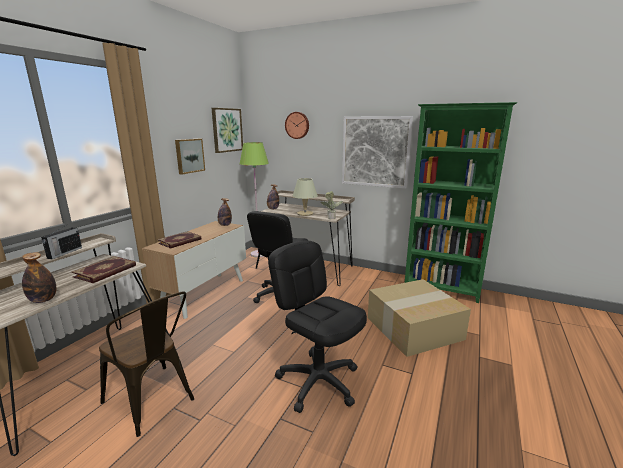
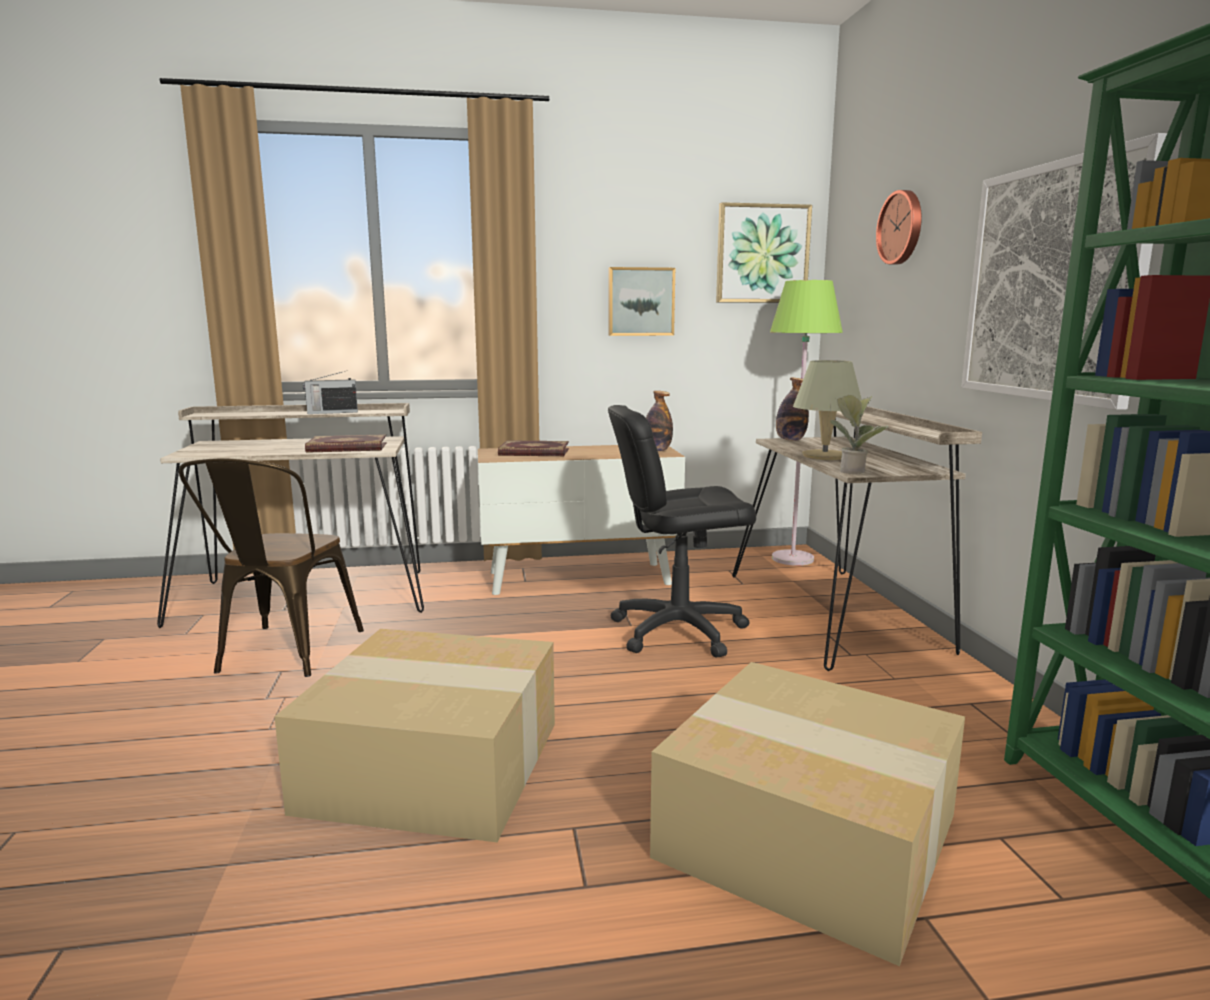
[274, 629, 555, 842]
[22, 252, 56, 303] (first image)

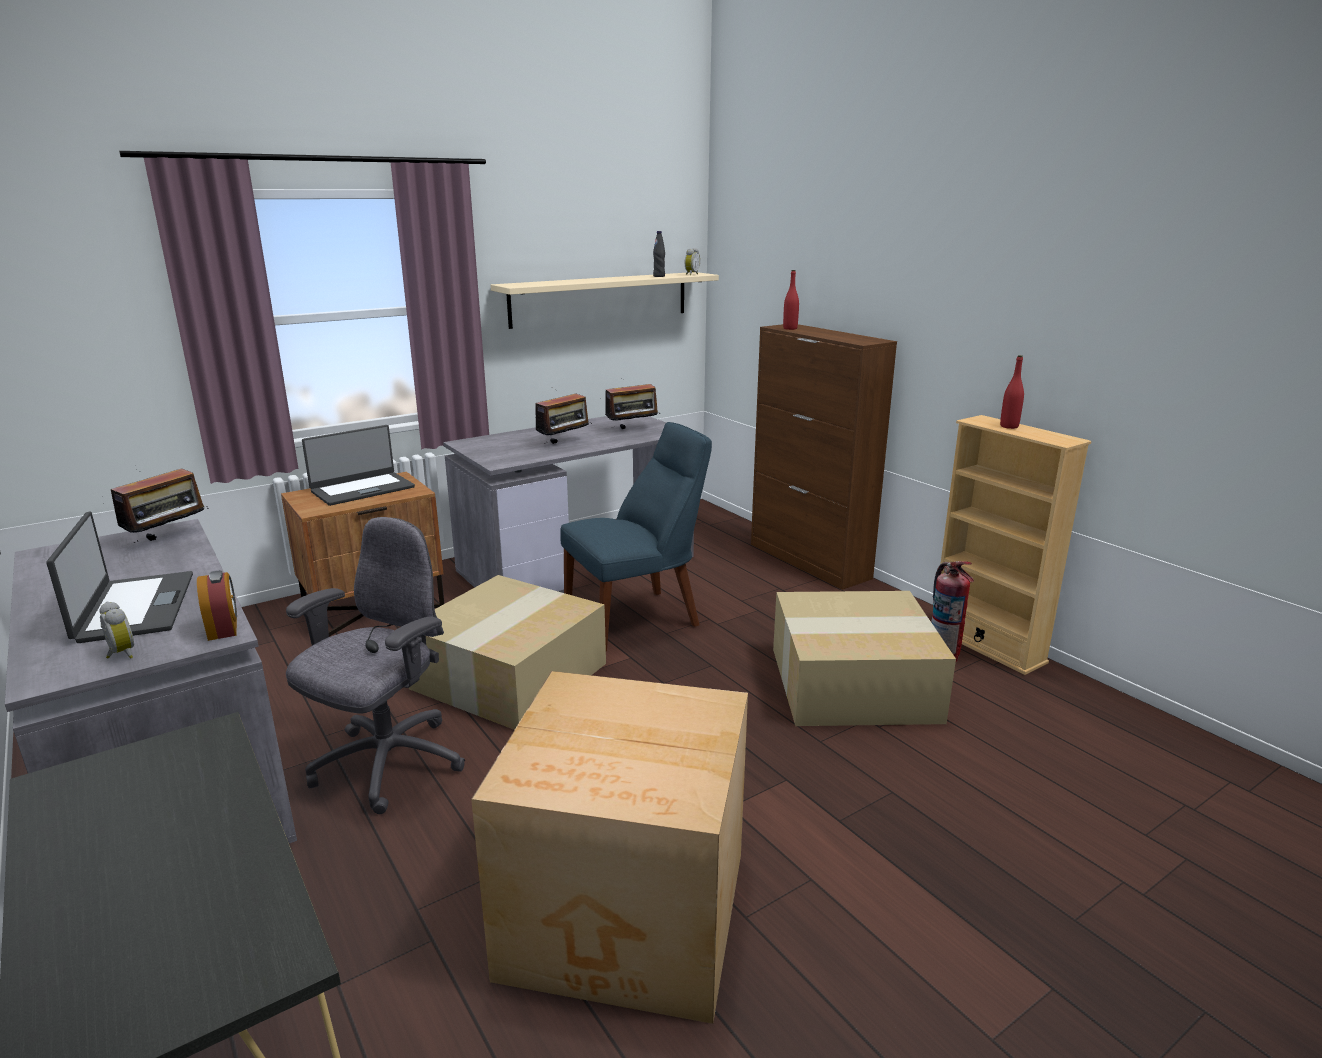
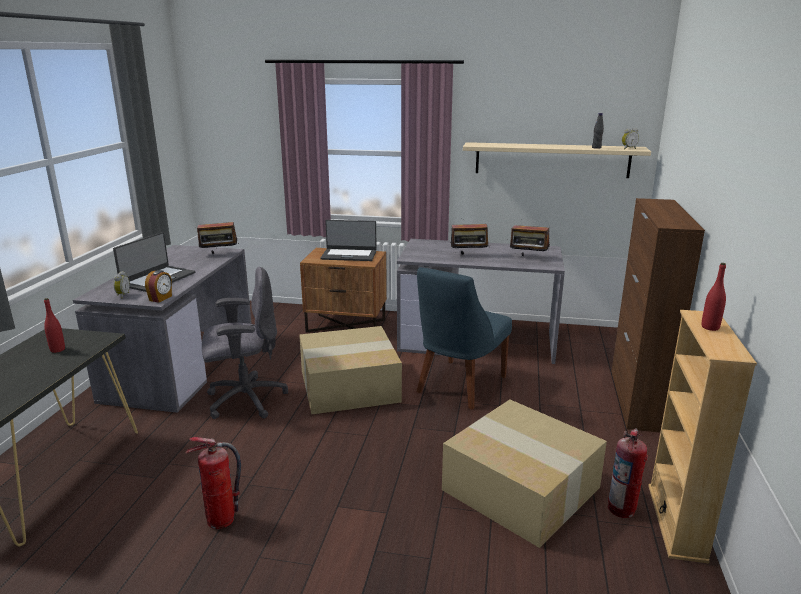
[44, 298, 65, 353]
[185, 437, 241, 529]
[417, 267, 512, 410]

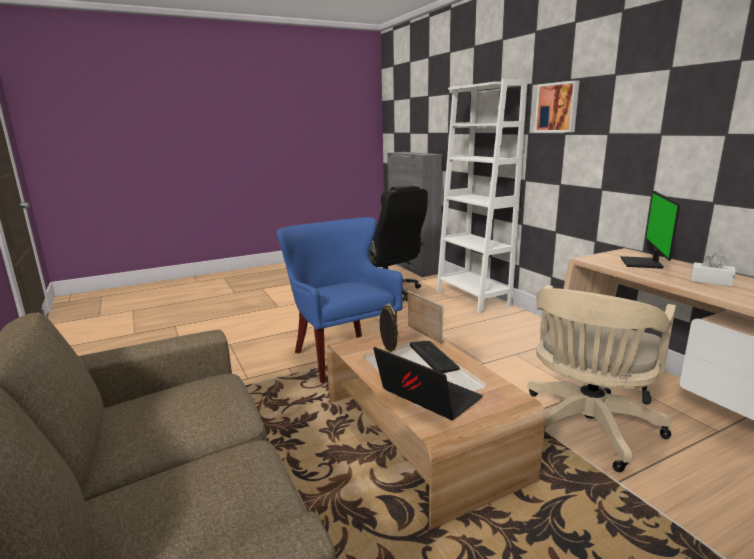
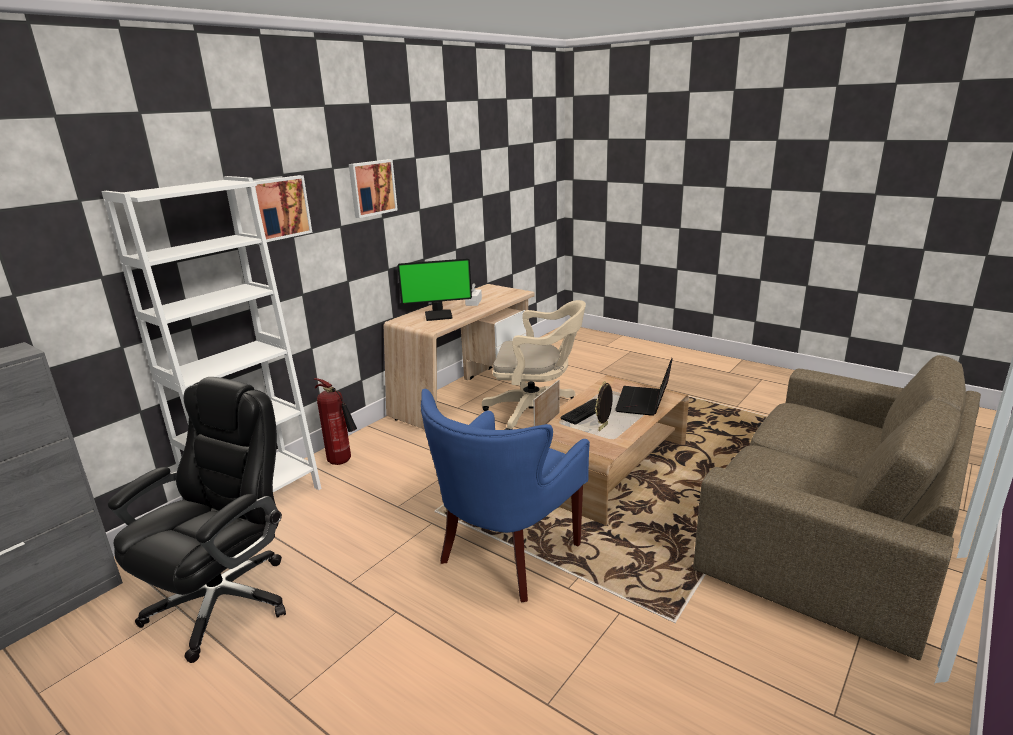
[314, 378, 357, 465]
[349, 159, 398, 218]

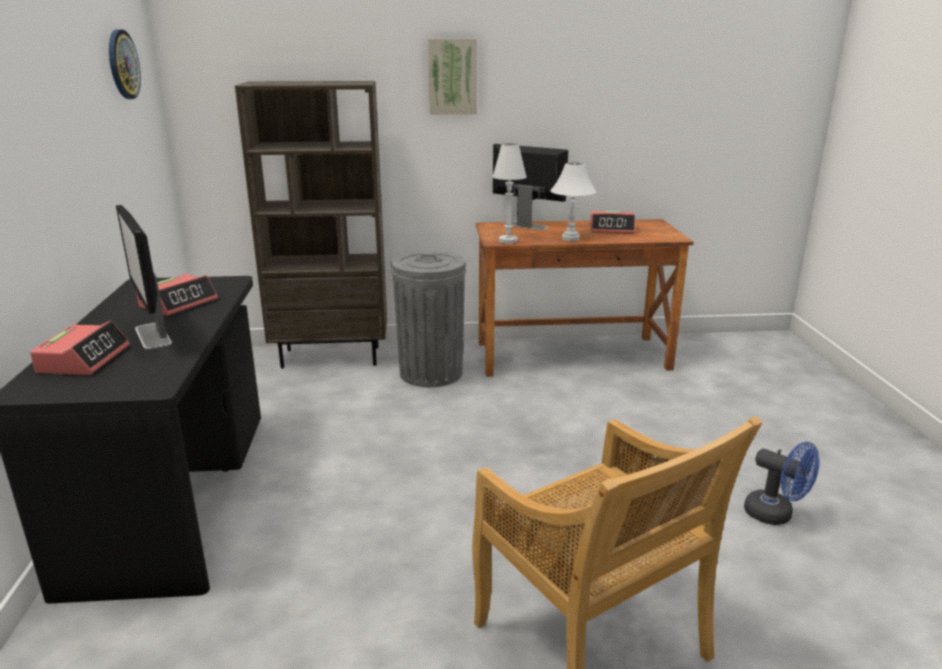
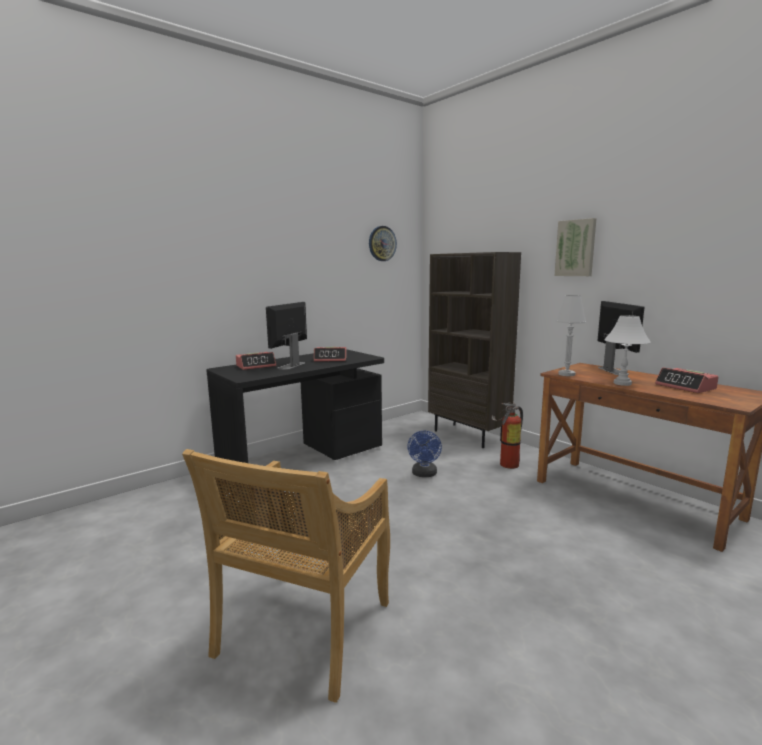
[407, 431, 442, 477]
[492, 402, 523, 469]

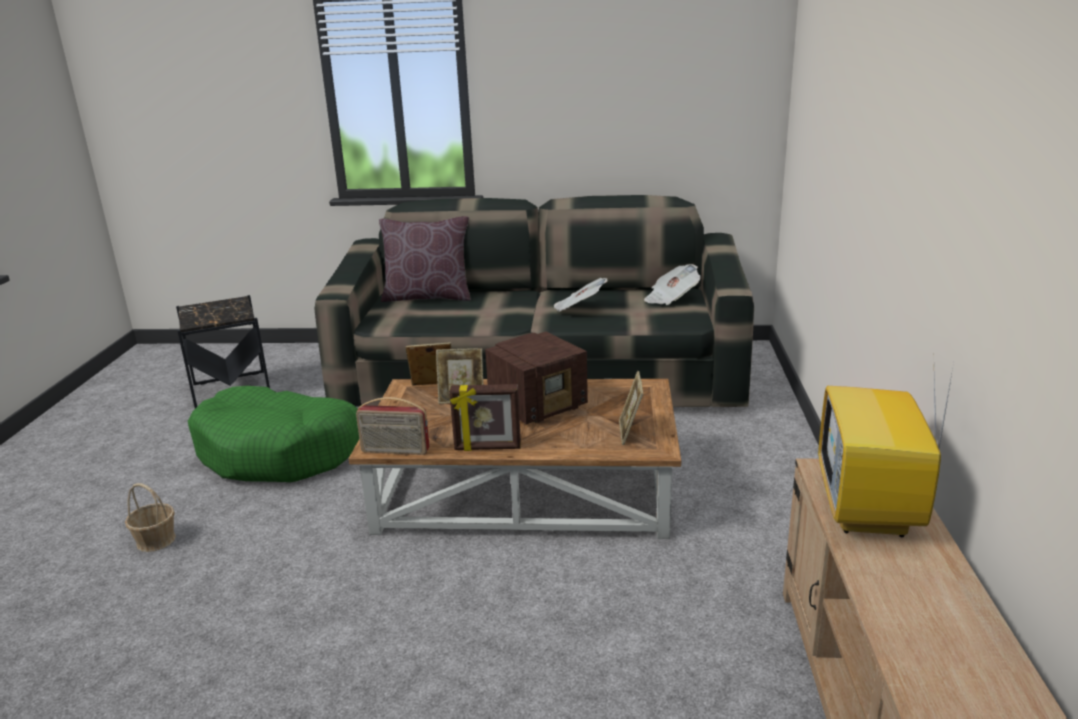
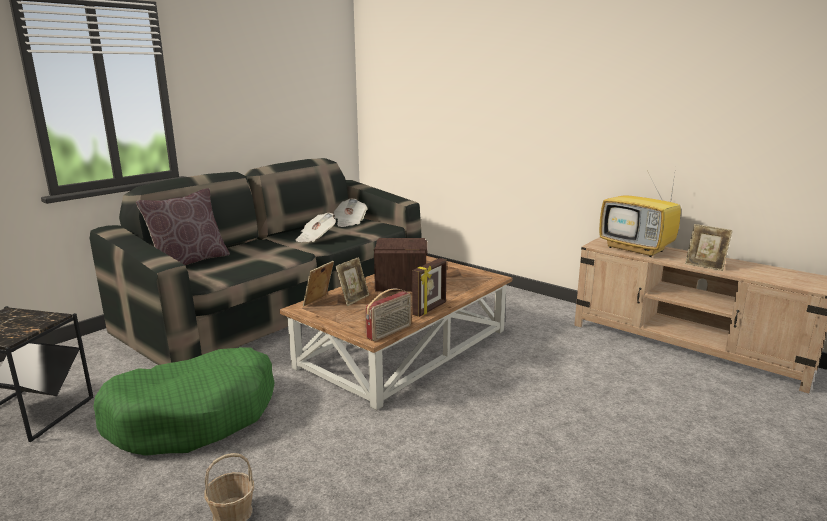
[685, 224, 733, 271]

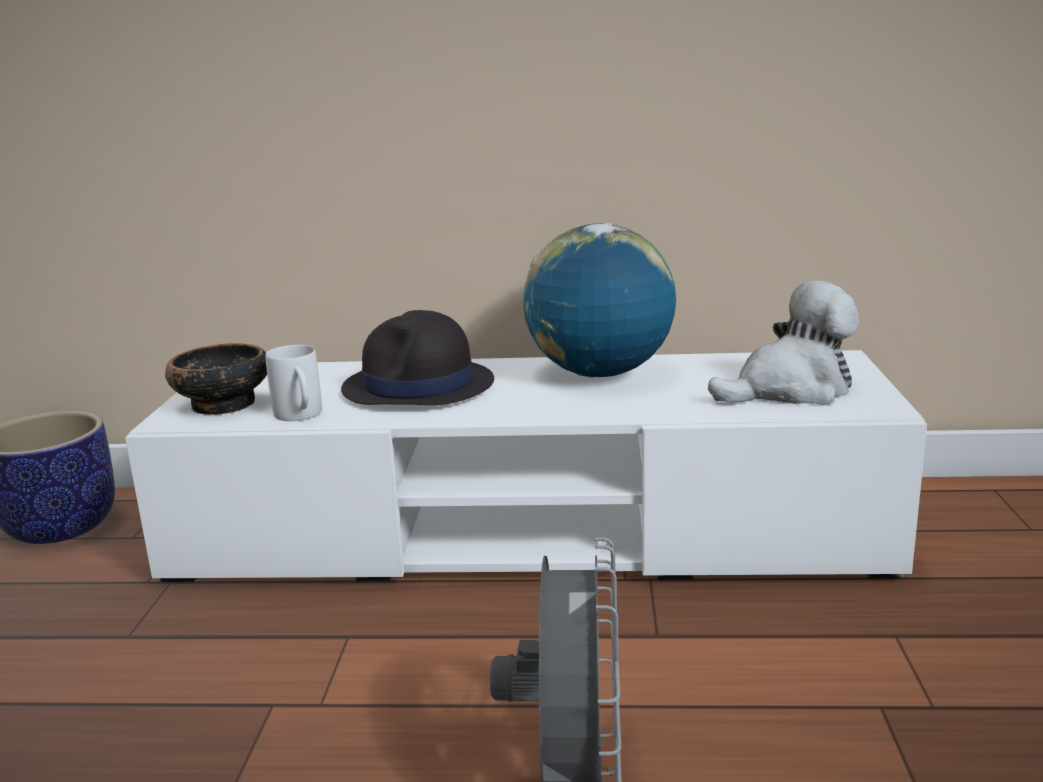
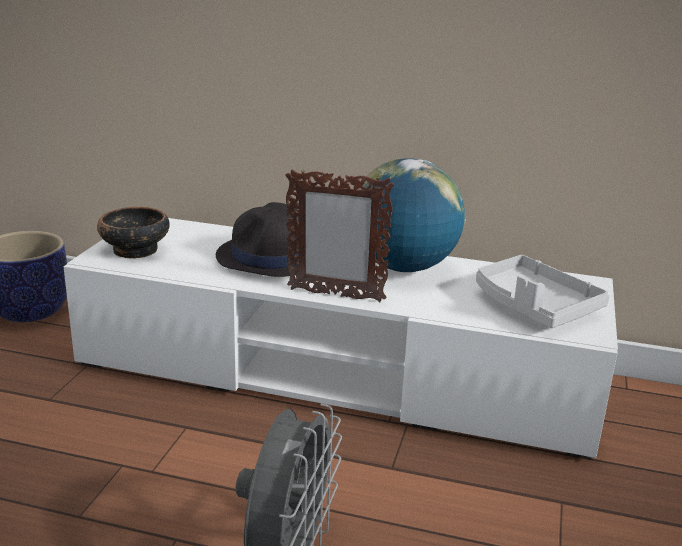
[285, 169, 394, 302]
[476, 255, 610, 328]
[265, 345, 322, 421] (first image)

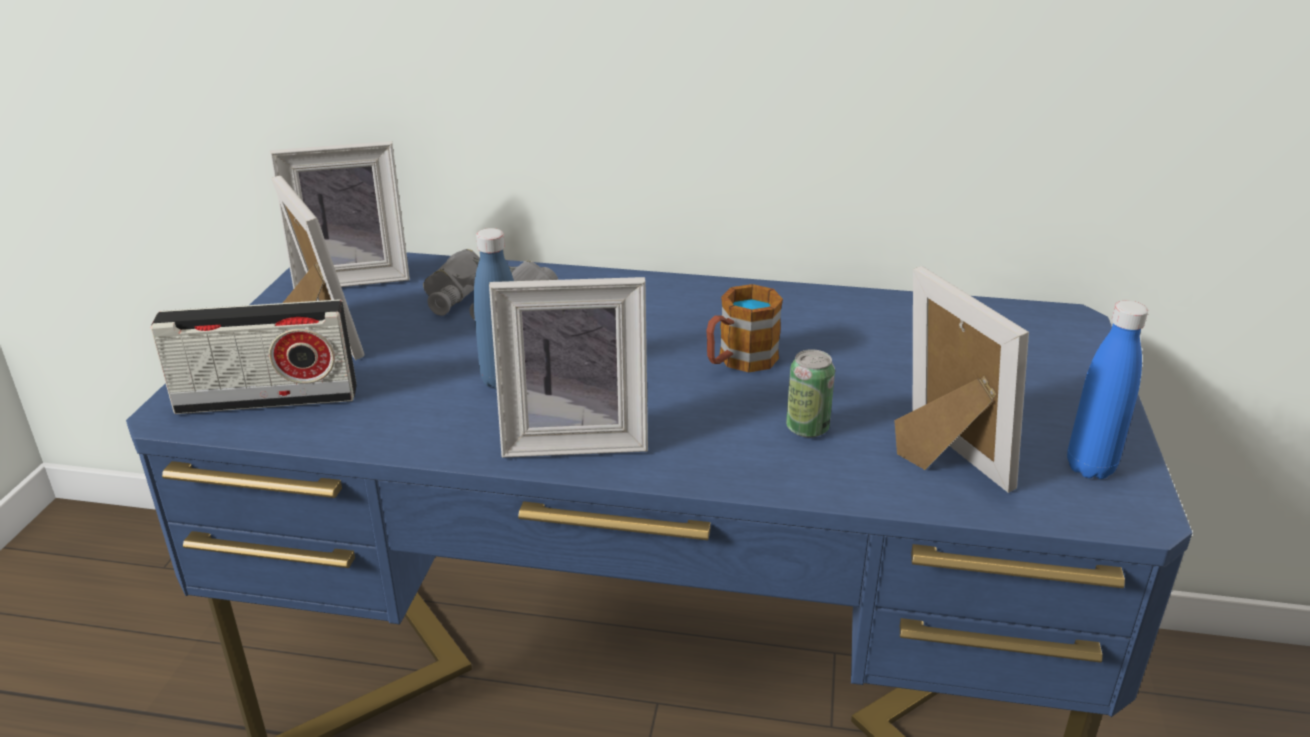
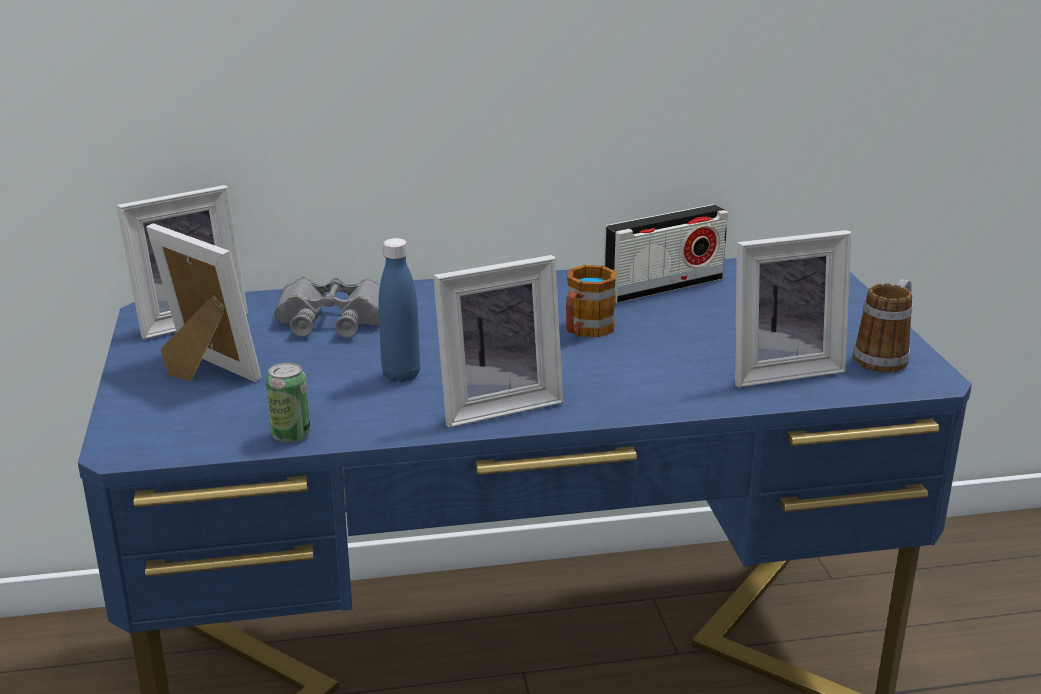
[266, 362, 310, 443]
[604, 204, 728, 303]
[735, 230, 851, 387]
[853, 279, 912, 372]

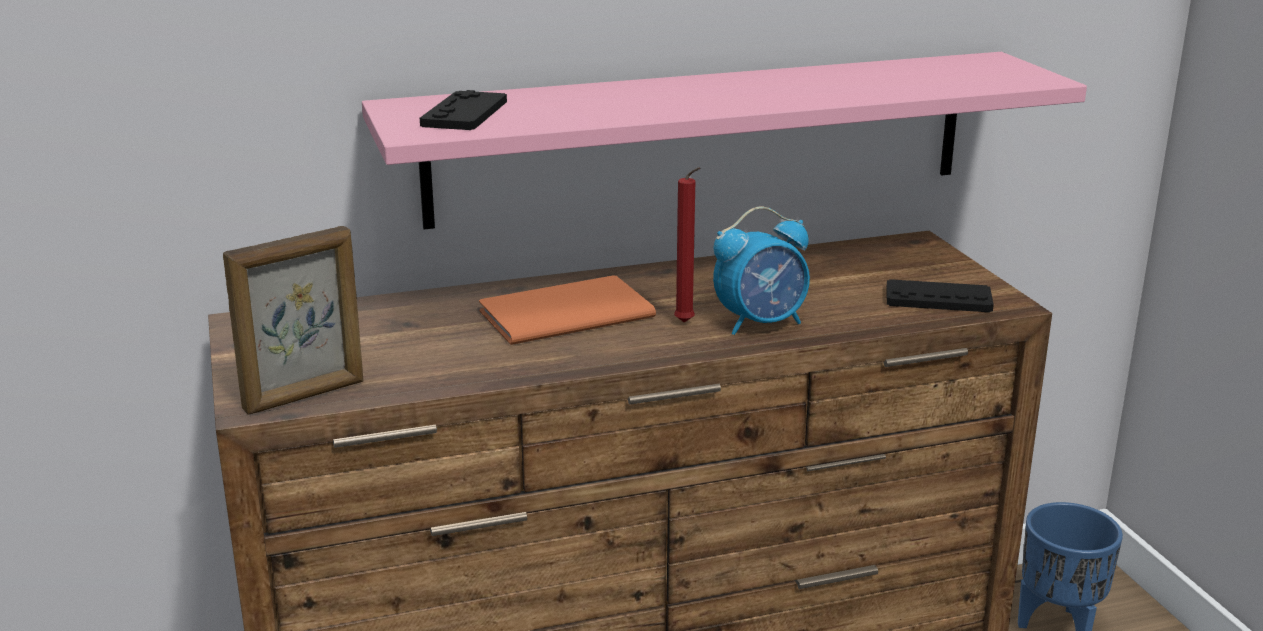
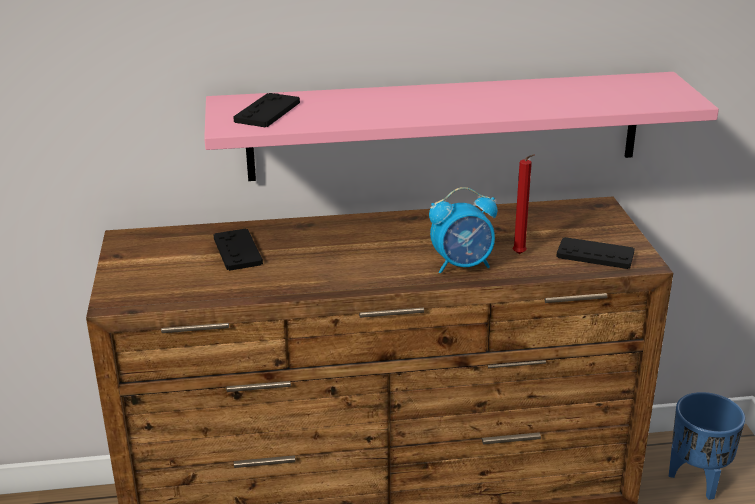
[213, 229, 263, 271]
[513, 154, 535, 254]
[223, 226, 363, 415] (first image)
[479, 275, 656, 345] (first image)

